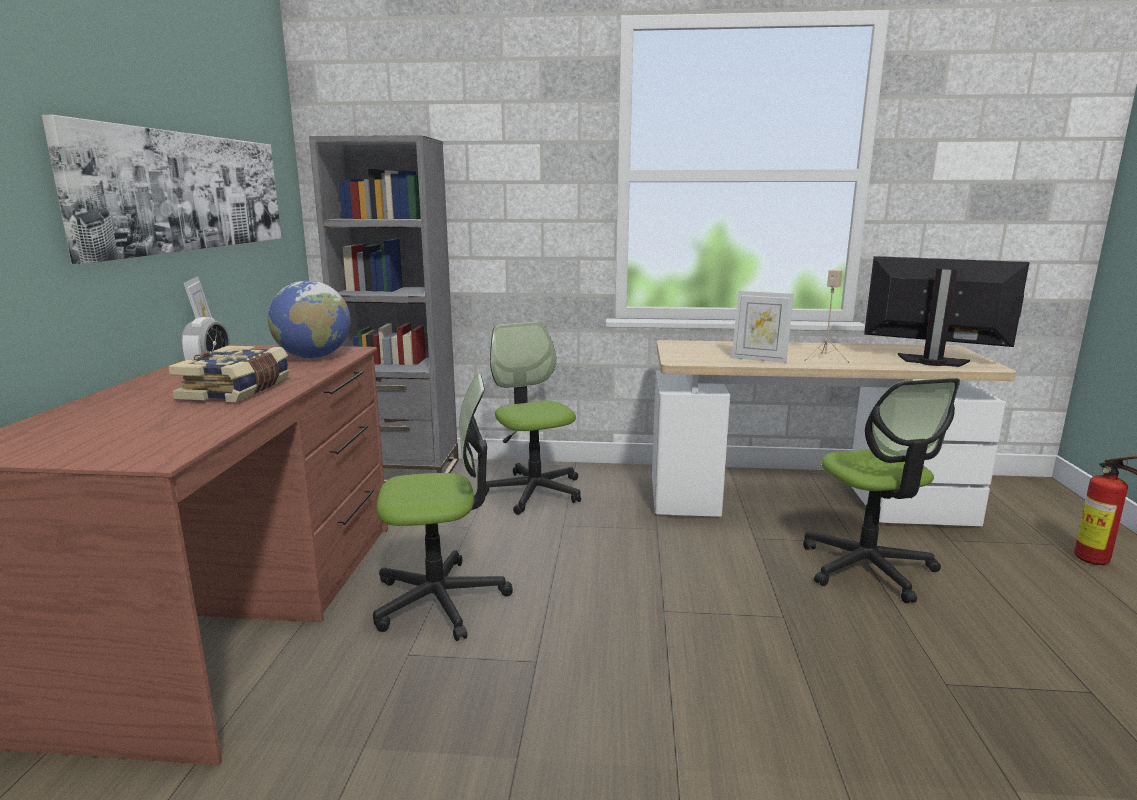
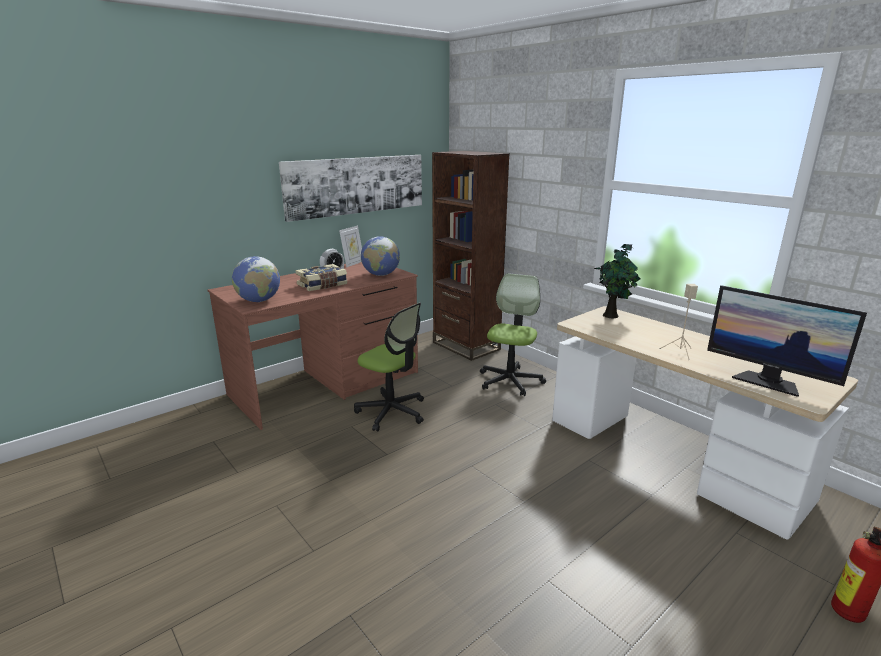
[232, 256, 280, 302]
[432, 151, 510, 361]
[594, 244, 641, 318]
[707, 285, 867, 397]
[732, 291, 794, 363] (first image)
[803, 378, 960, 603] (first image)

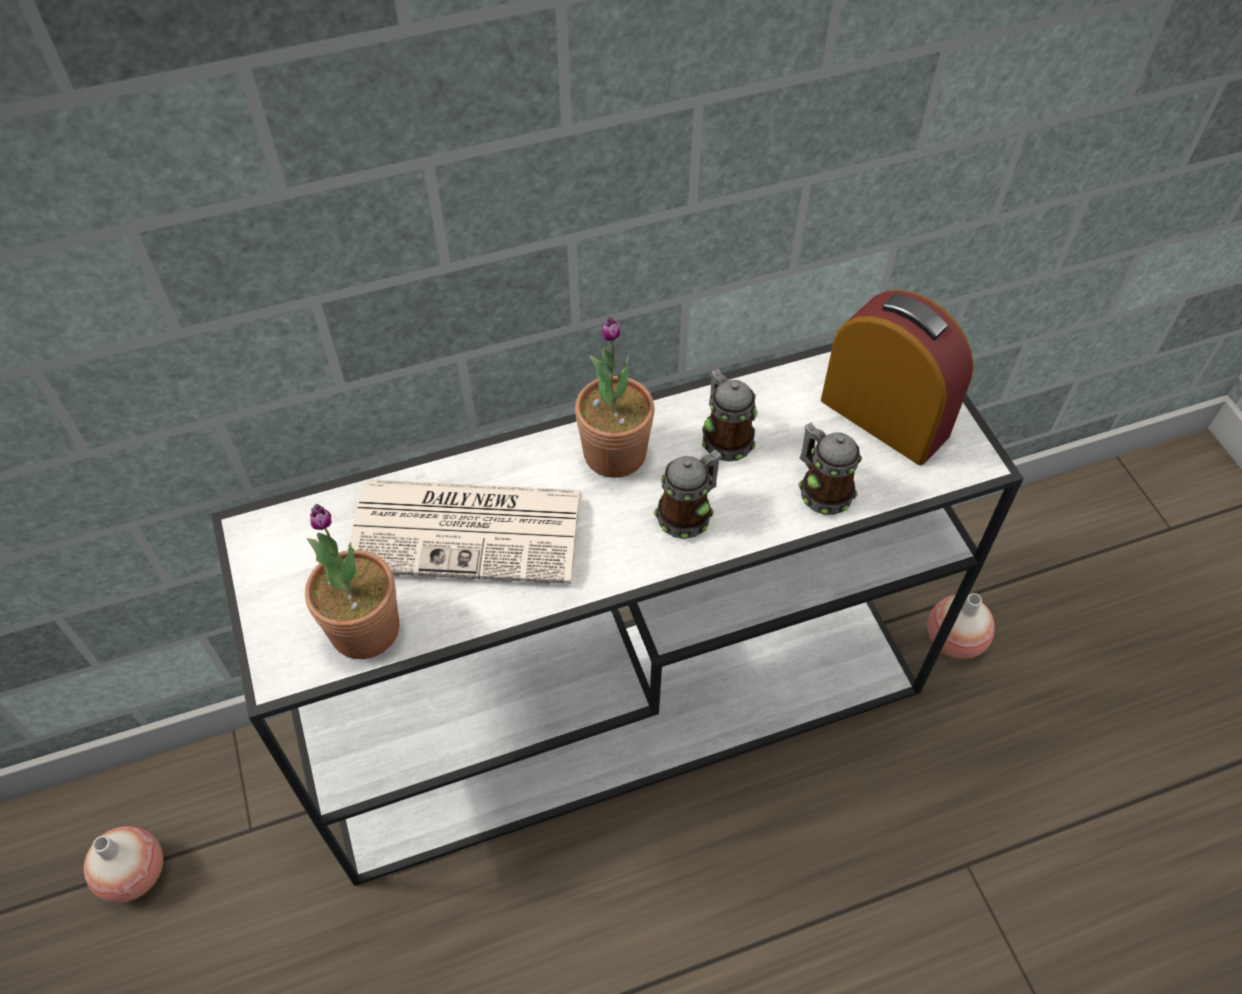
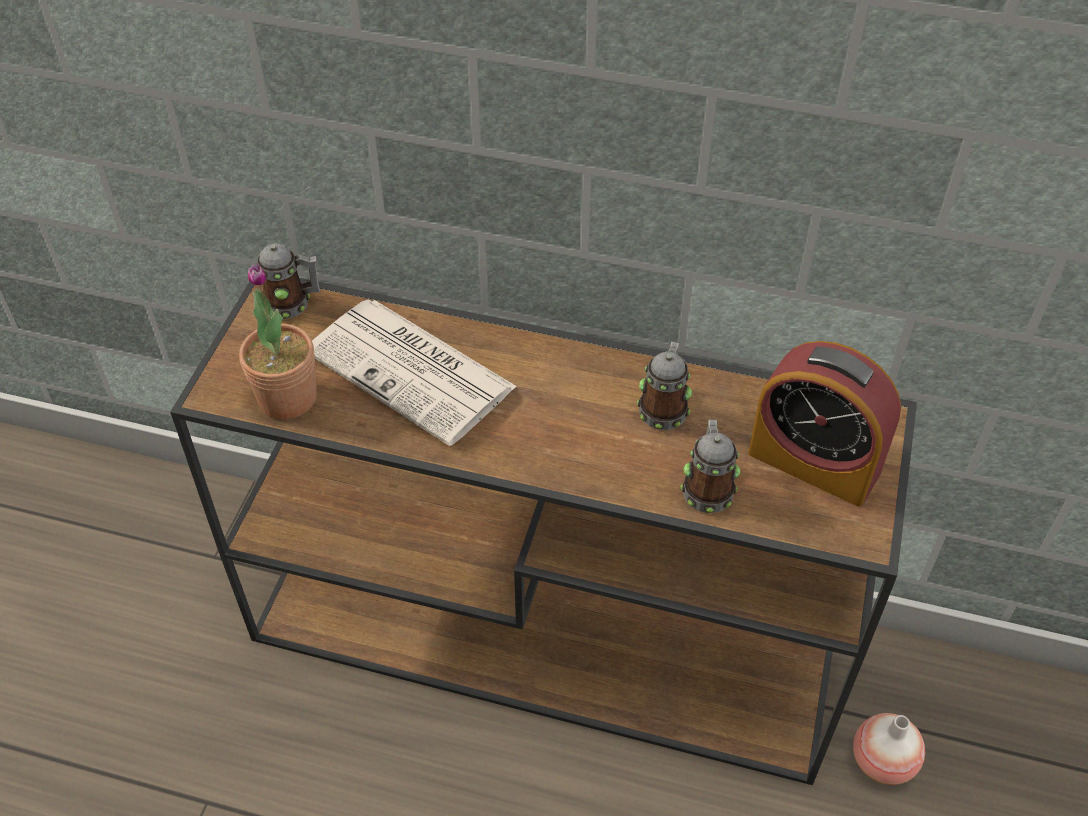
[170, 278, 917, 785]
[256, 244, 320, 319]
[748, 341, 901, 507]
[84, 826, 163, 903] (first image)
[575, 316, 655, 478] (first image)

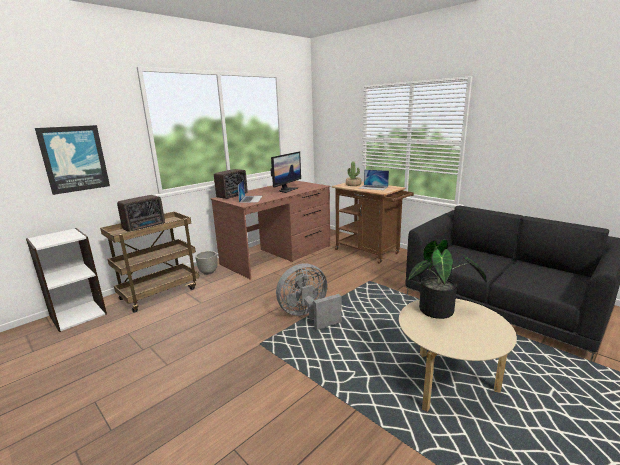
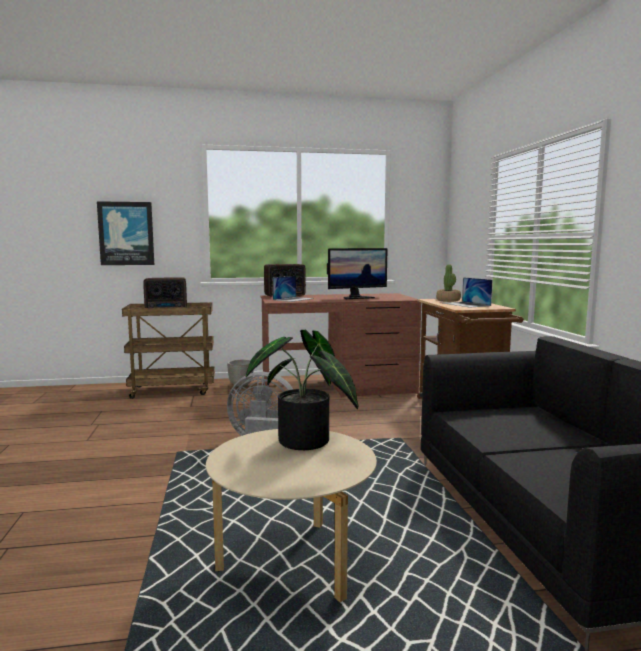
[26, 228, 107, 332] (first image)

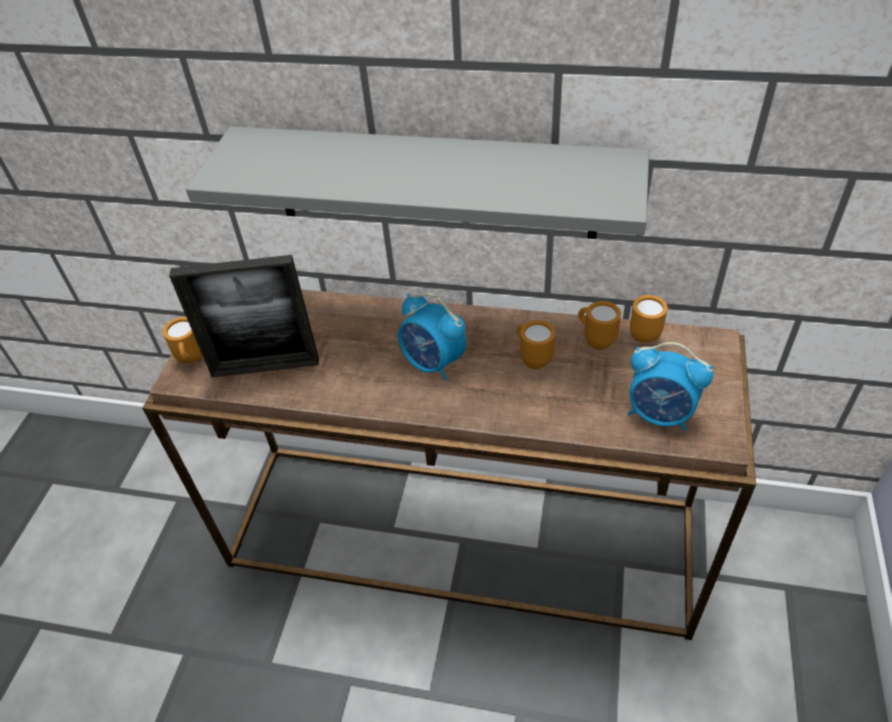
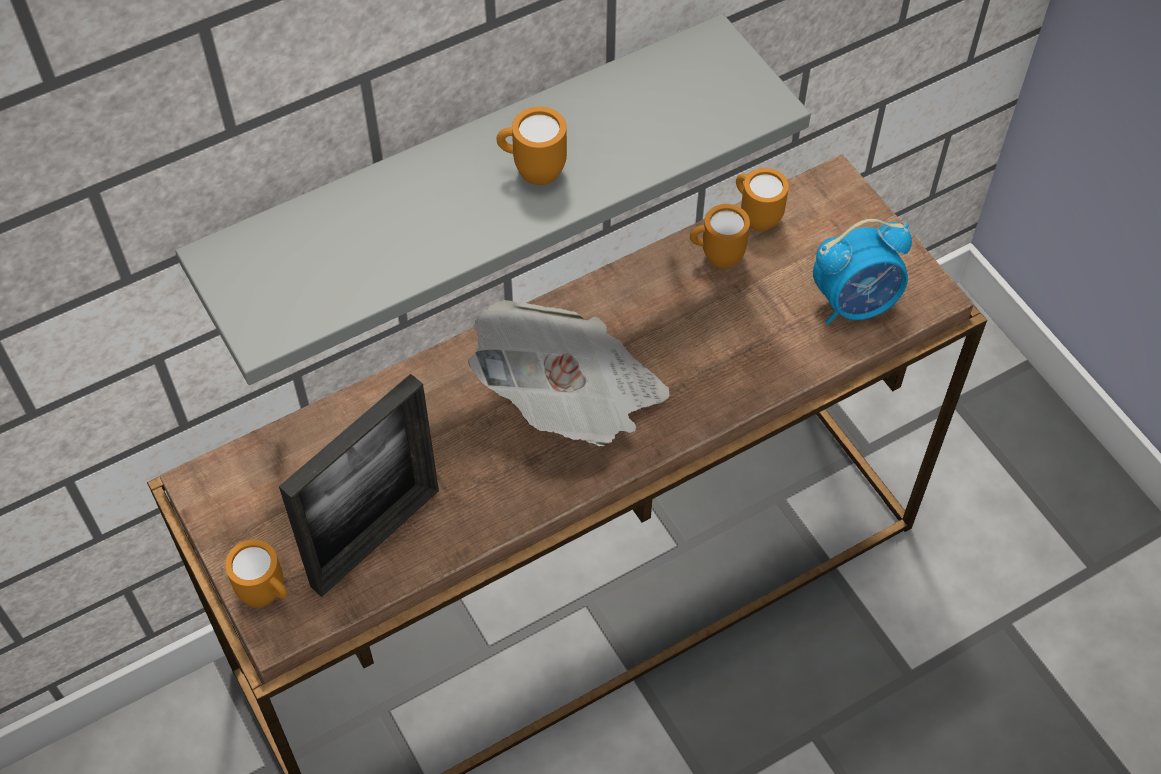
[468, 300, 670, 447]
[496, 107, 567, 185]

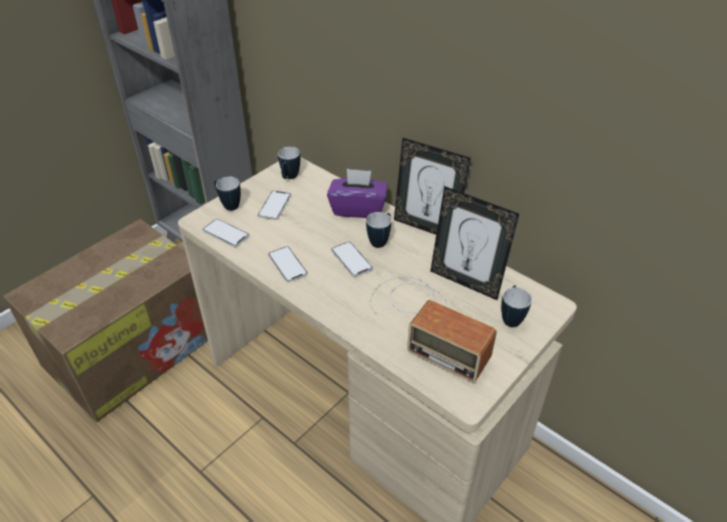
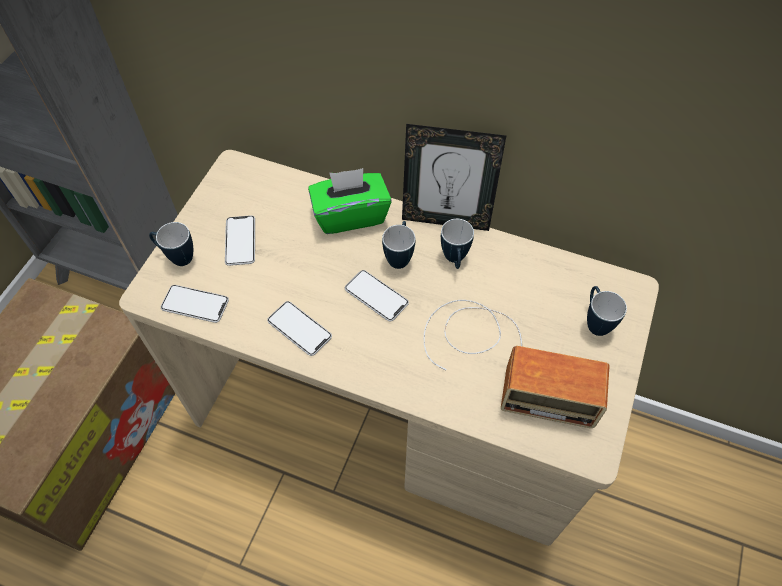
[308, 168, 392, 234]
[441, 219, 474, 269]
[430, 186, 519, 300] (first image)

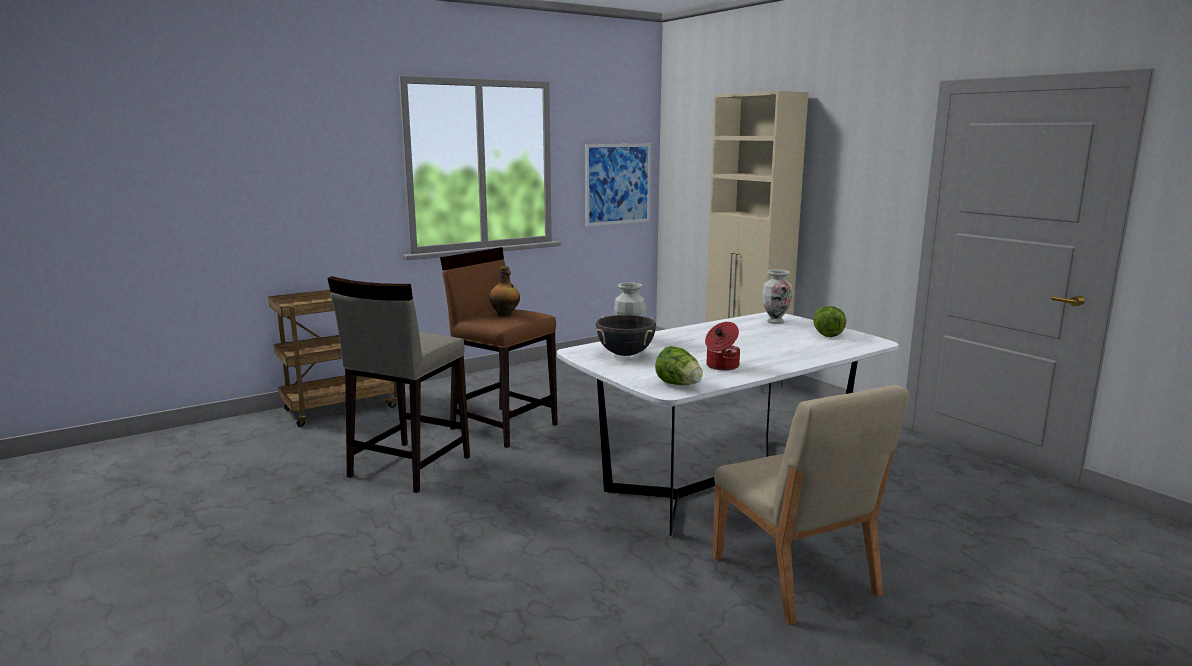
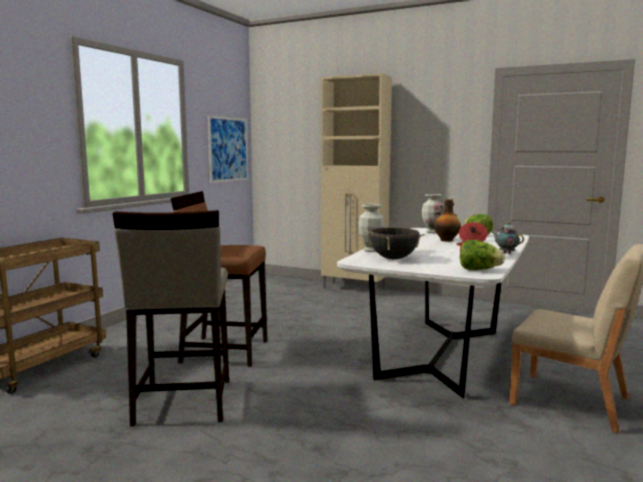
[434, 199, 461, 242]
[492, 222, 524, 254]

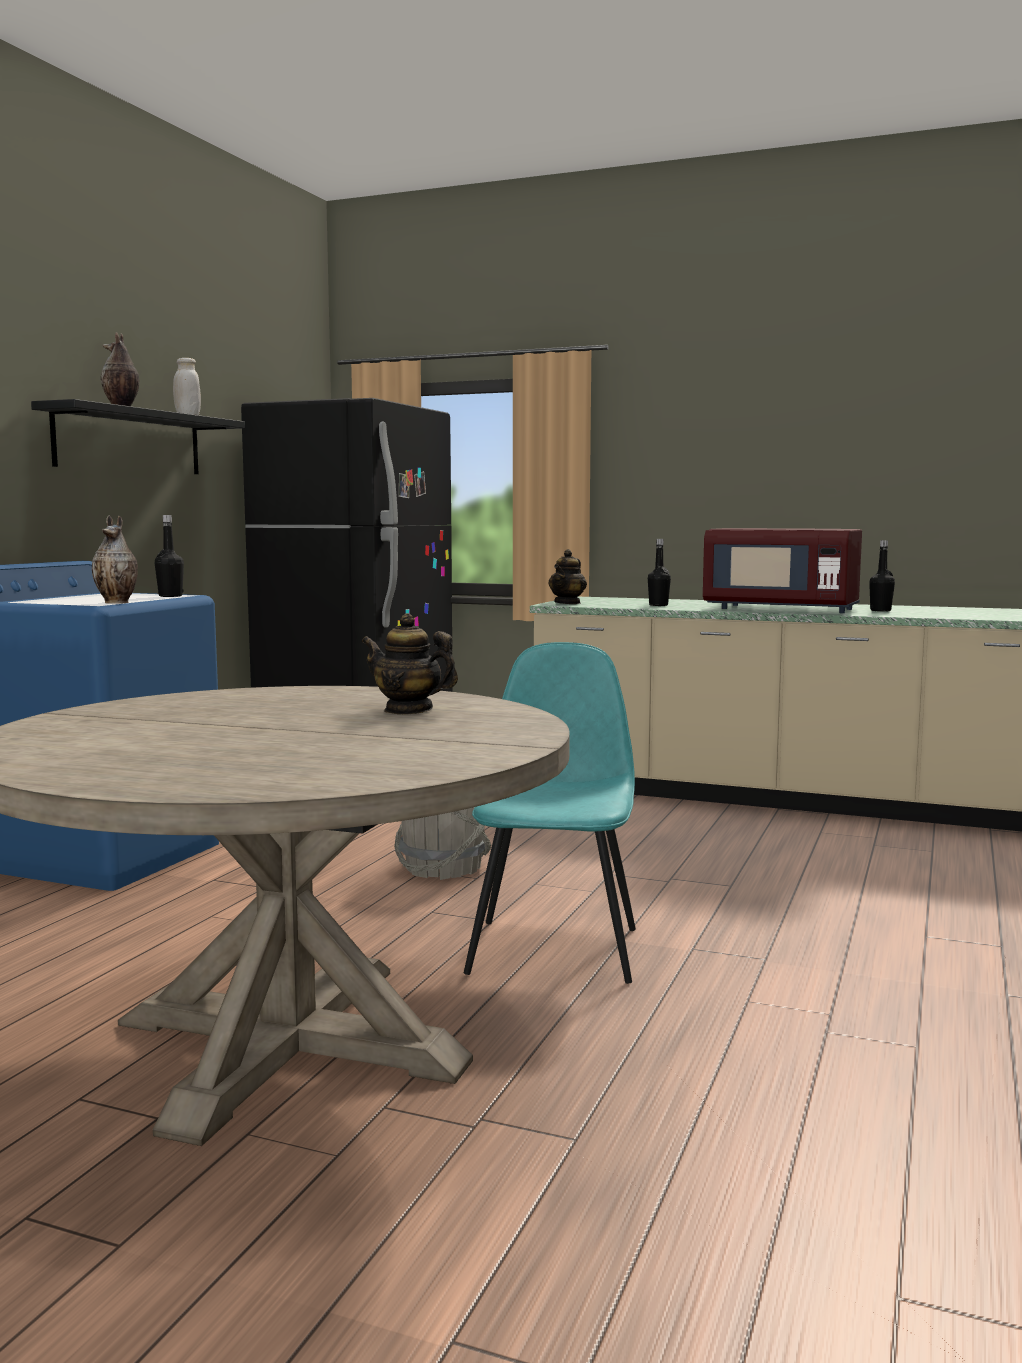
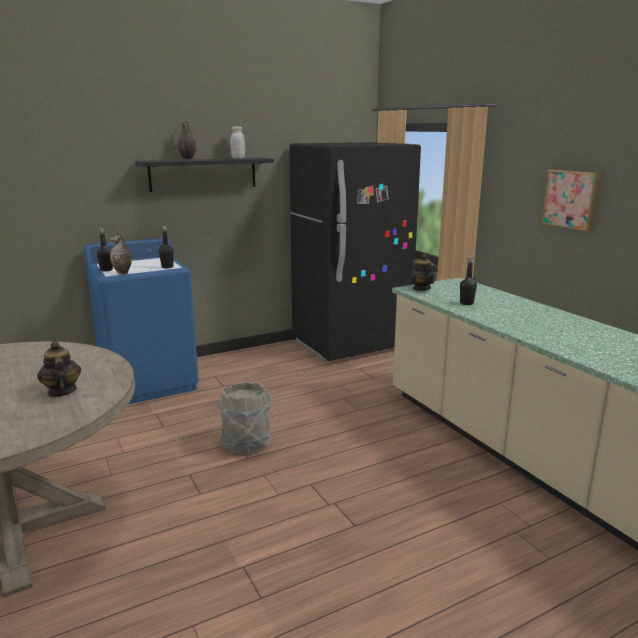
[97, 228, 113, 271]
[410, 254, 435, 291]
[542, 169, 601, 232]
[464, 642, 636, 984] (first image)
[703, 528, 862, 613] (first image)

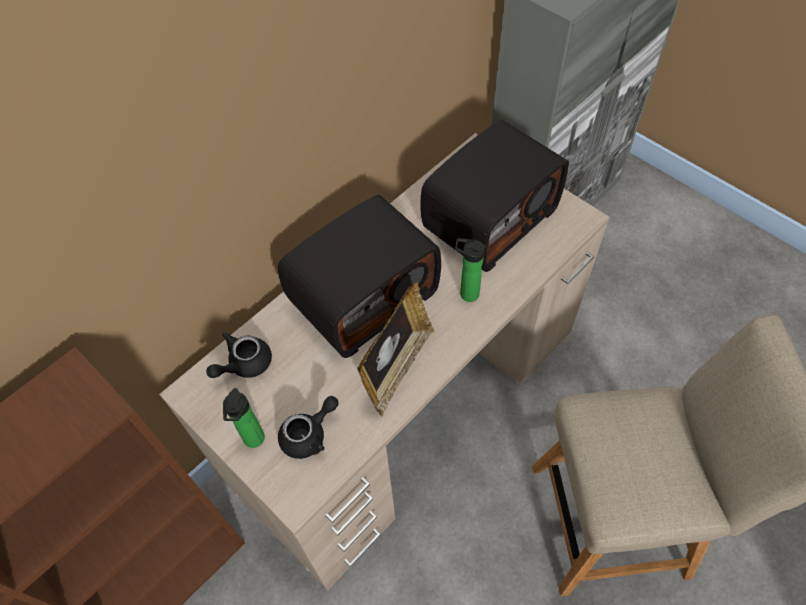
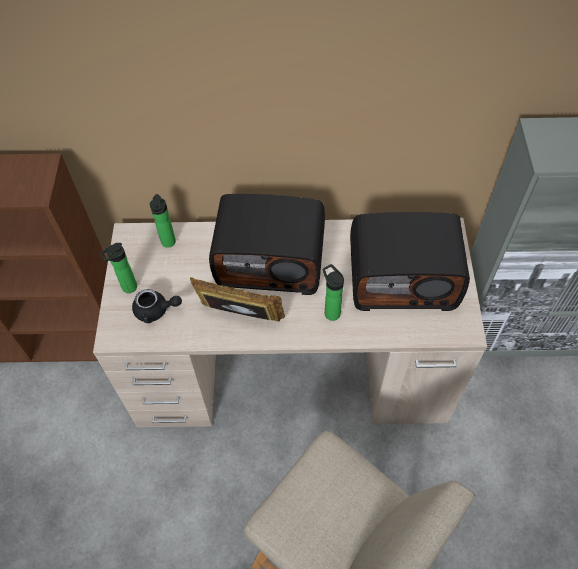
[150, 194, 176, 248]
[190, 277, 285, 322]

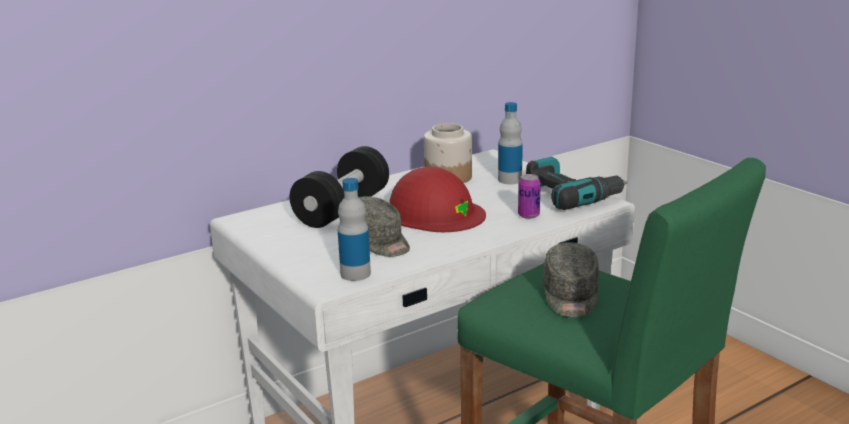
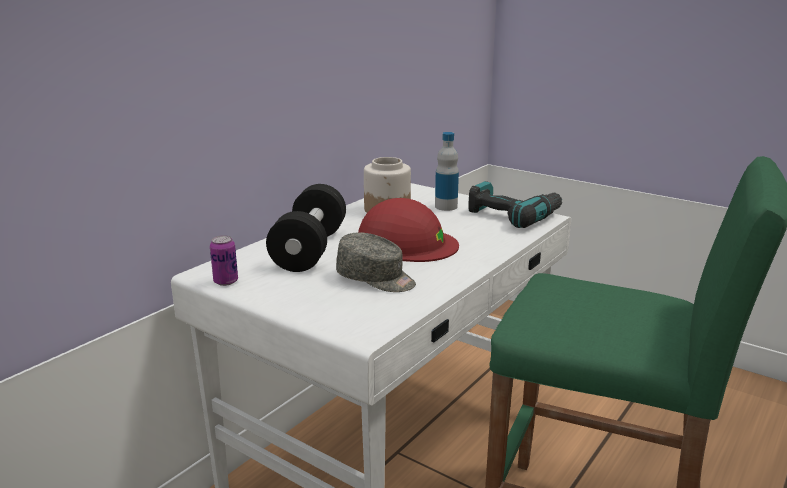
[210, 235, 238, 286]
[338, 178, 371, 281] (first image)
[543, 242, 599, 317] (first image)

